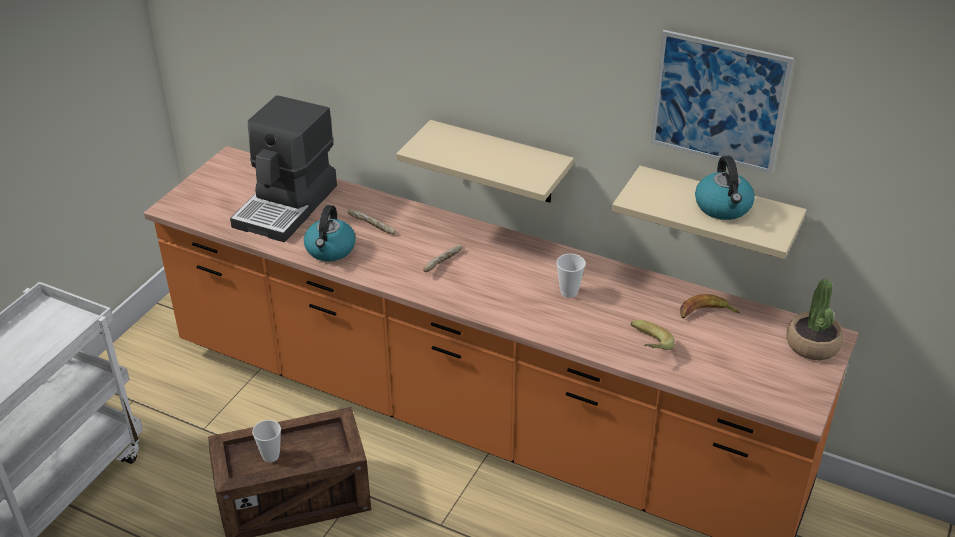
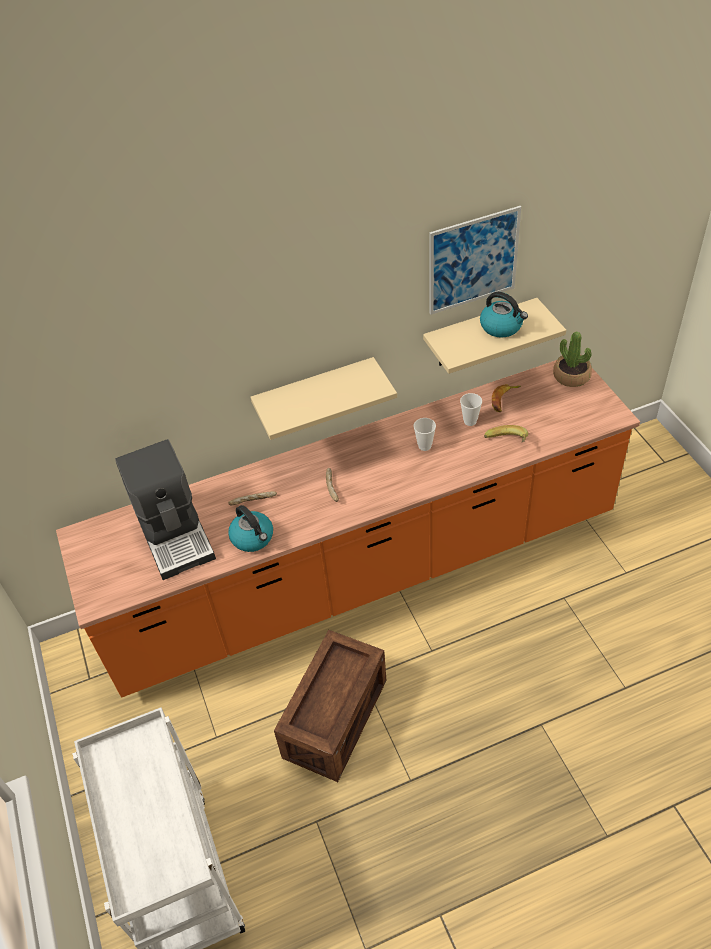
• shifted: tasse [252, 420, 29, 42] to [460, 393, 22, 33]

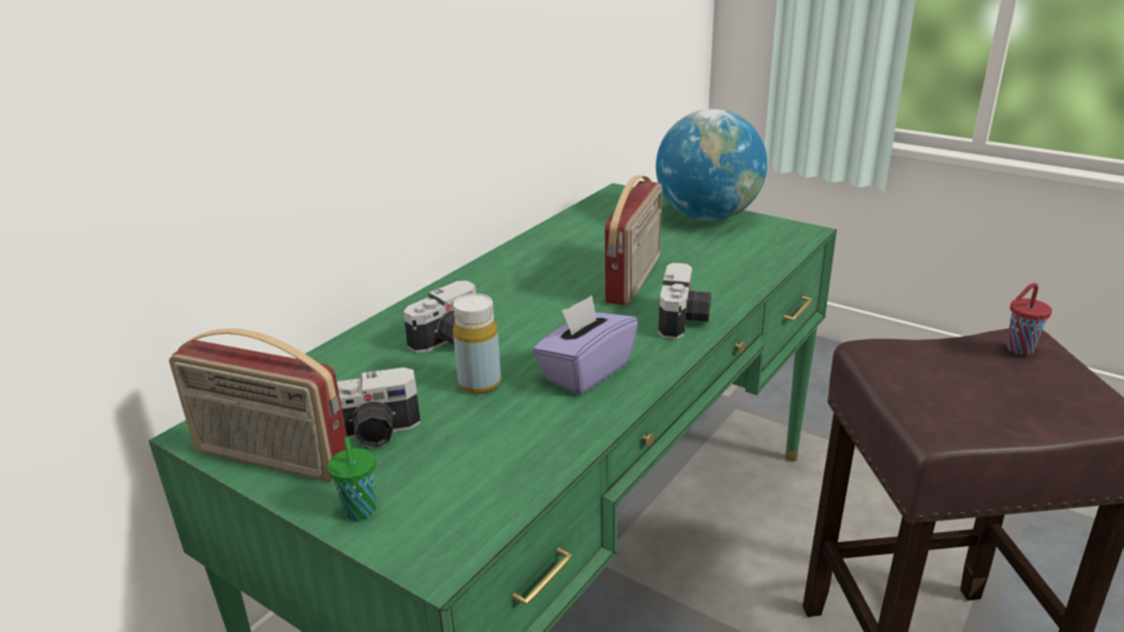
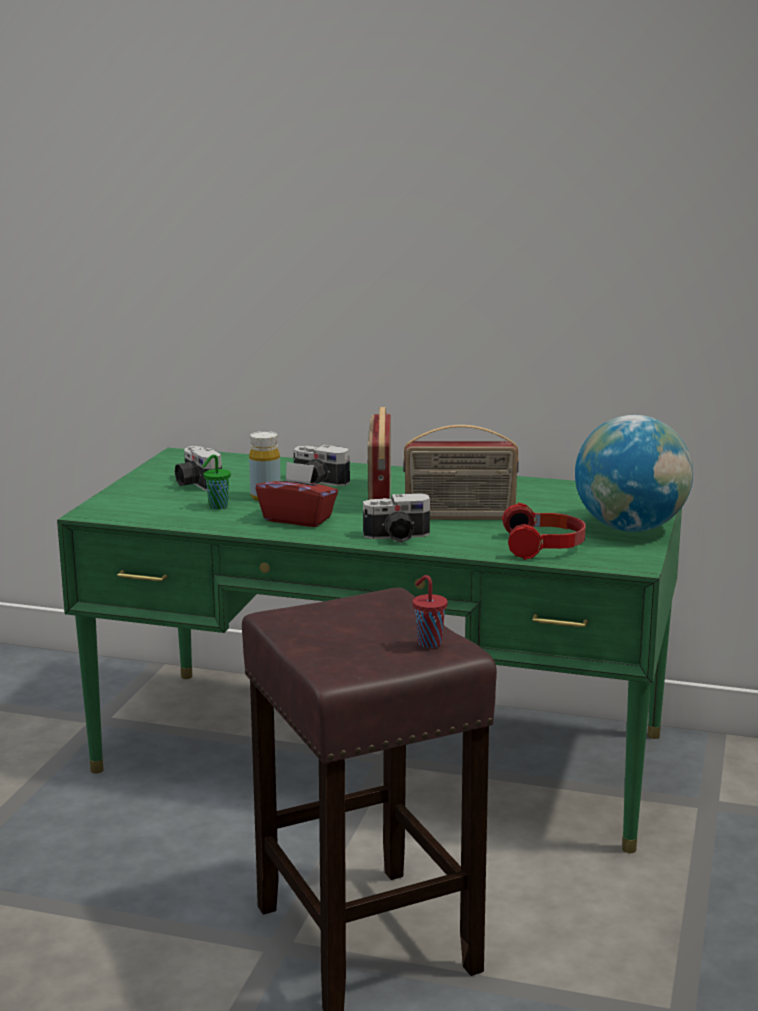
• shifted: radio [169, 328, 178, 154] to [367, 407, 24, 93]
• shifted: tasse (vert) [327, 436, 49, 85] to [202, 454, 29, 55]
• repainted: boîte à mouchoirs (violet) [532, 295, 106, 100] to boîte à mouchoirs (rouge) [256, 462, 82, 65]
• new: casque audio [502, 503, 84, 57]

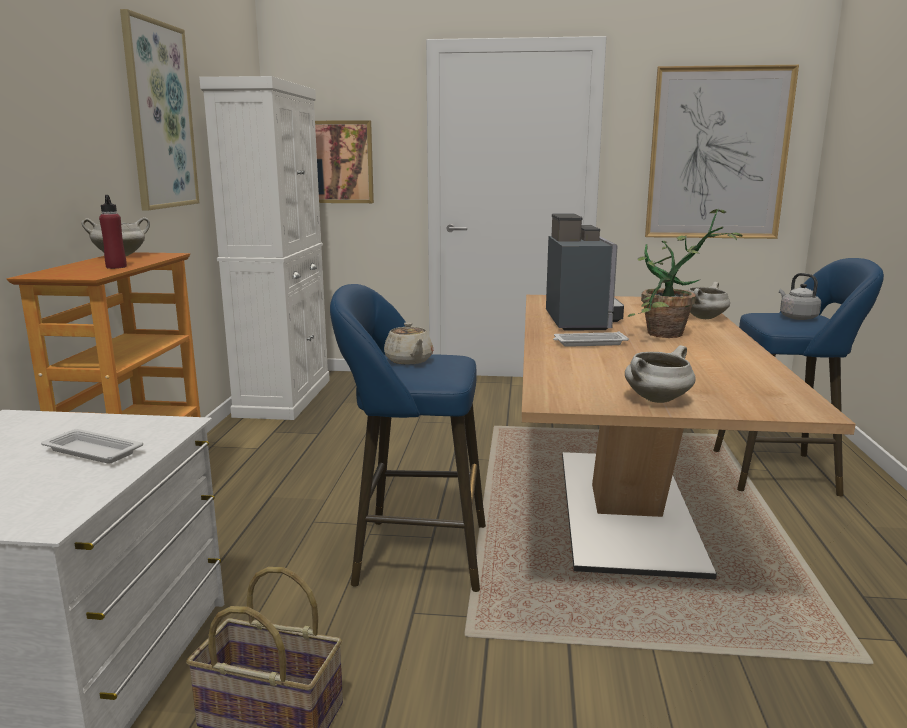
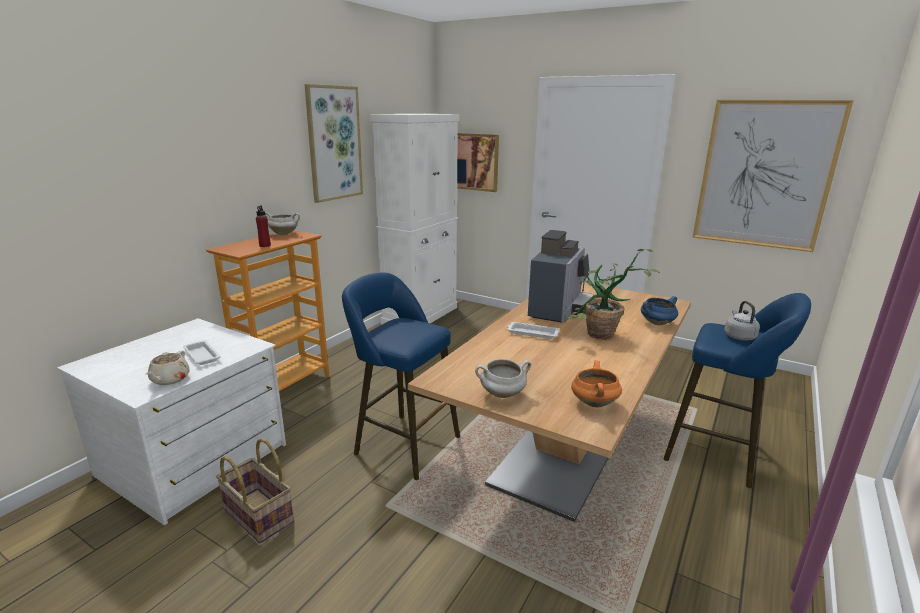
• shifted: théière (beige) [384, 322, 49, 43] to [146, 351, 44, 34]
• repainted: marmite (blanc) [688, 282, 42, 37] to marmite (bleu) [641, 296, 37, 29]
• new: marmite (orange) [571, 360, 51, 48]

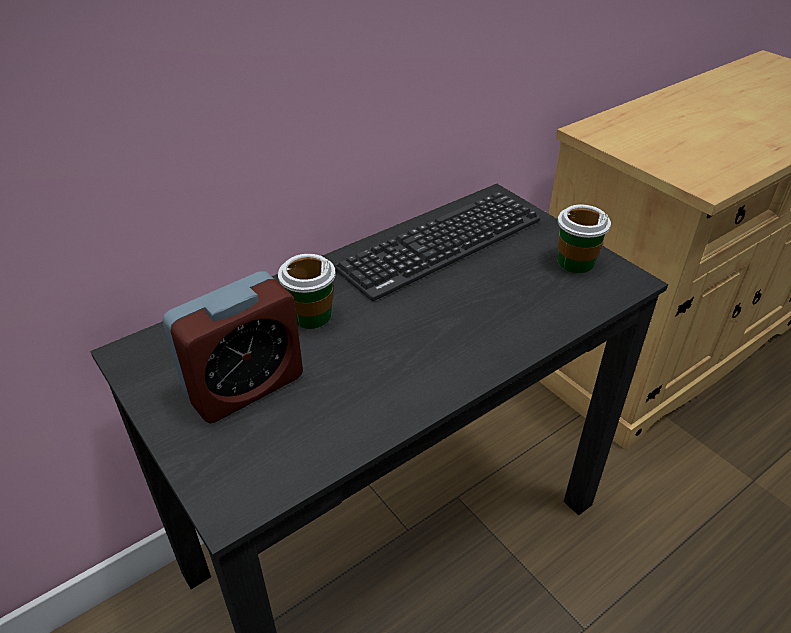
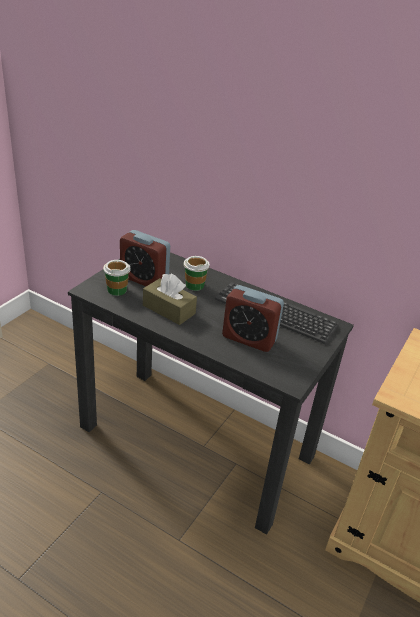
• shifted: tasse [558, 204, 53, 70] to [103, 260, 27, 36]
• new: boîte à mouchoirs (marron) [143, 274, 54, 51]
• new: réveil [222, 285, 62, 67]

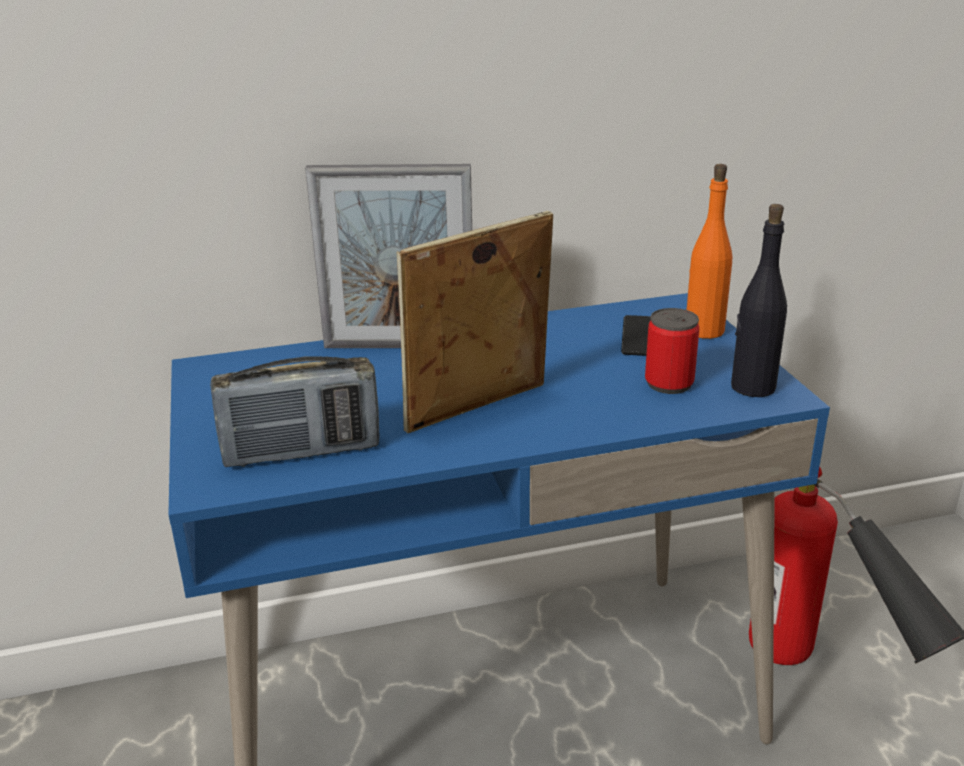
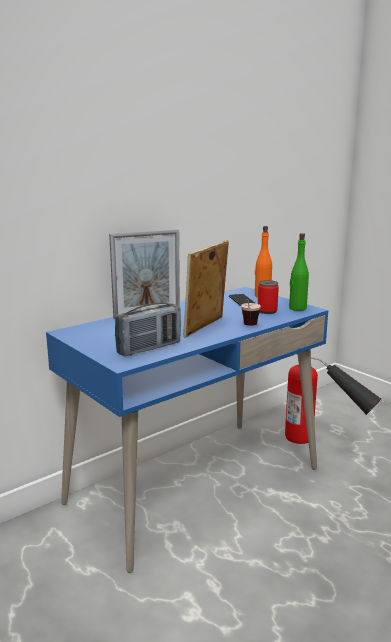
• repainted: bouteille (noir) [731, 204, 56, 193] to bouteille (vert) [289, 233, 20, 78]
• new: tasse [241, 299, 20, 27]

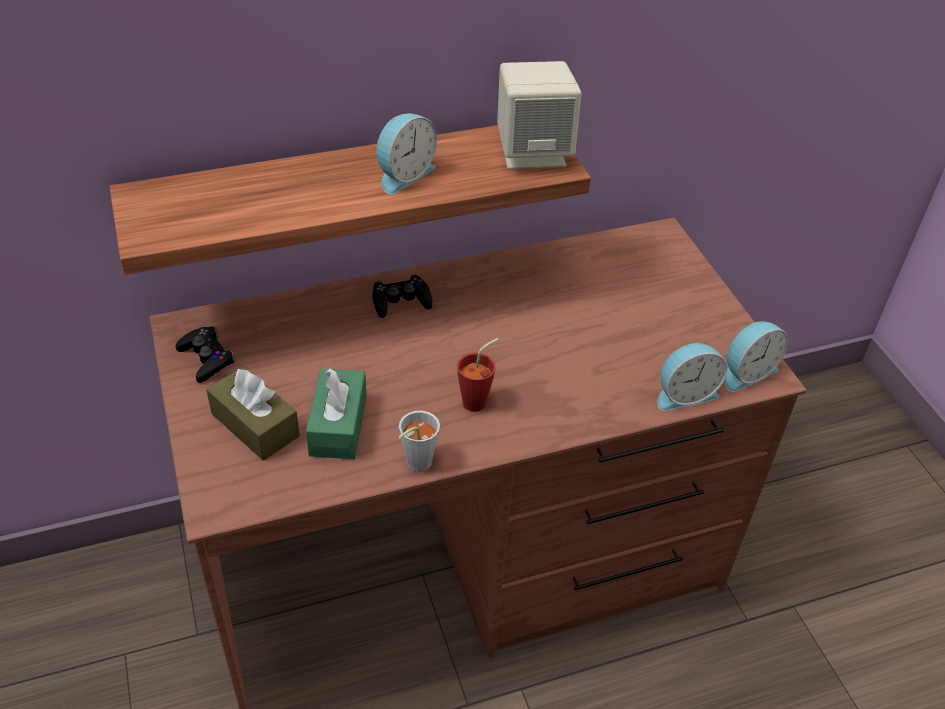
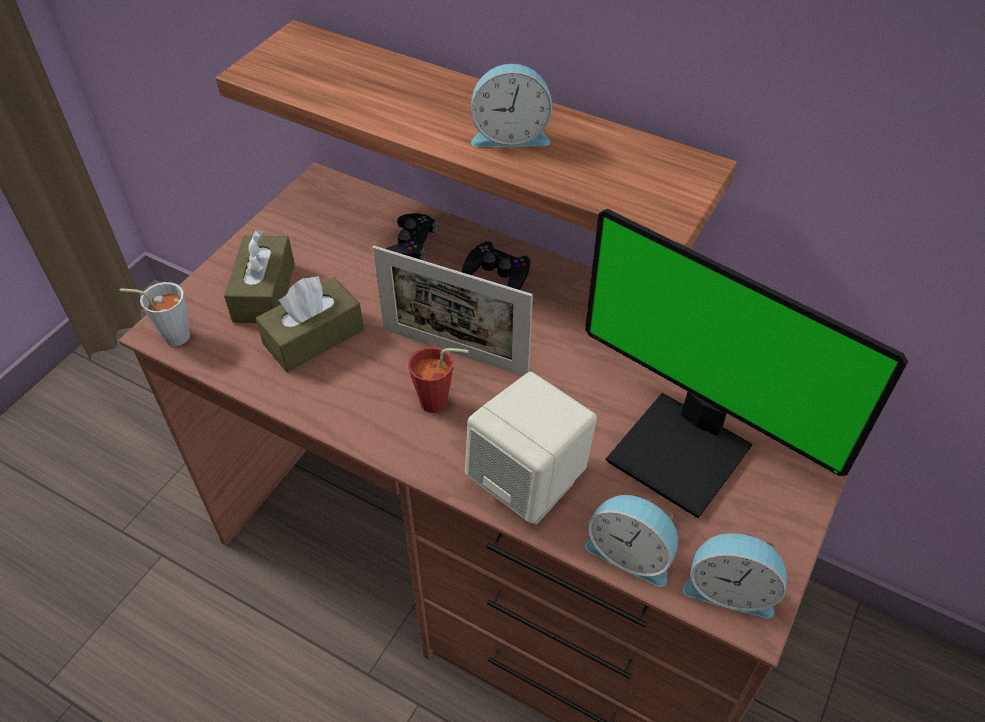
• shifted: manette (noir) [176, 327, 59, 56] to [386, 213, 51, 48]
• repainted: boîte à mouchoirs (vert) [306, 368, 61, 91] to boîte à mouchoirs (marron) [255, 275, 109, 97]
• shifted: tasse (gris) [398, 410, 42, 62] to [120, 282, 70, 64]
• shifted: enceinte (beige) [497, 61, 84, 108] to [465, 372, 132, 153]
• new: cadre photo [373, 246, 160, 130]
• new: écran d'ordinateur [585, 209, 323, 309]

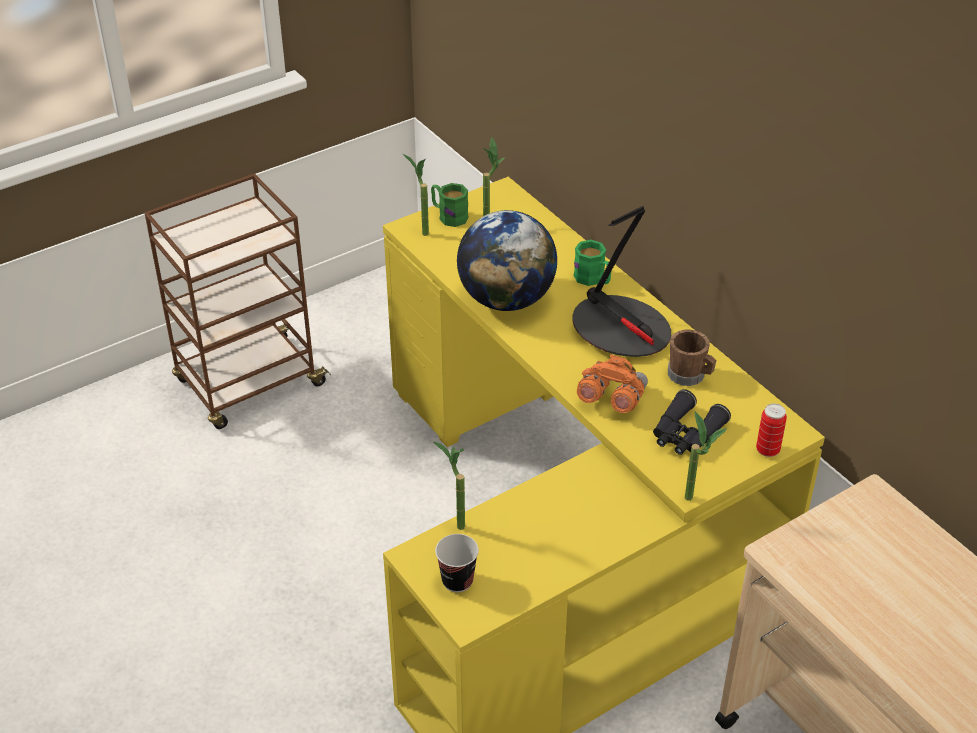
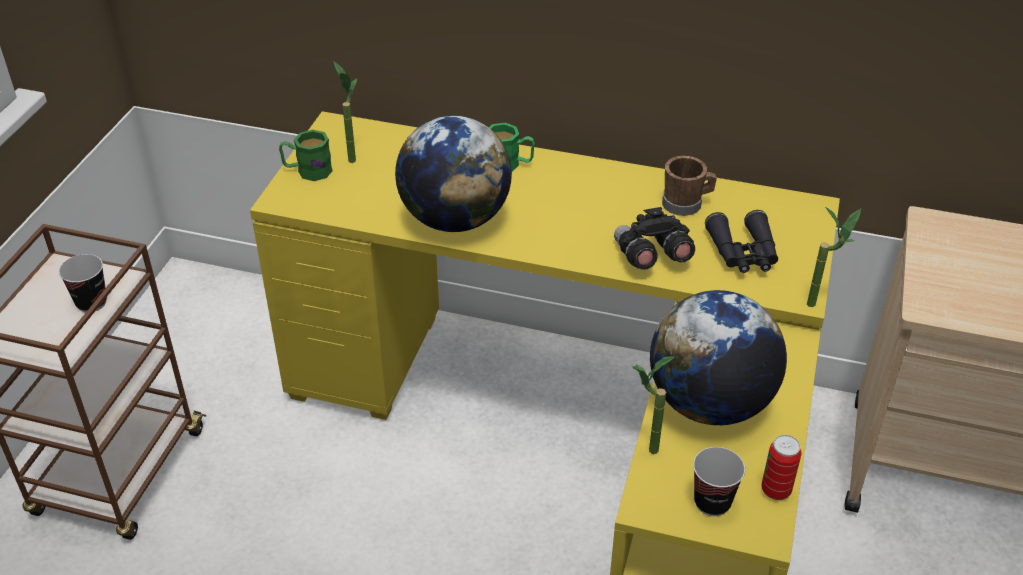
• gone: plante en pot [403, 154, 26, 82]
• gone: lampe de table [572, 206, 99, 151]
• repainted: jumelles (orange) [577, 355, 71, 58] to jumelles (noir) [614, 207, 81, 63]
• shifted: boîte métallique [756, 403, 31, 54] to [761, 435, 40, 65]
• new: tasse [59, 254, 48, 58]
• new: globe [650, 290, 137, 135]

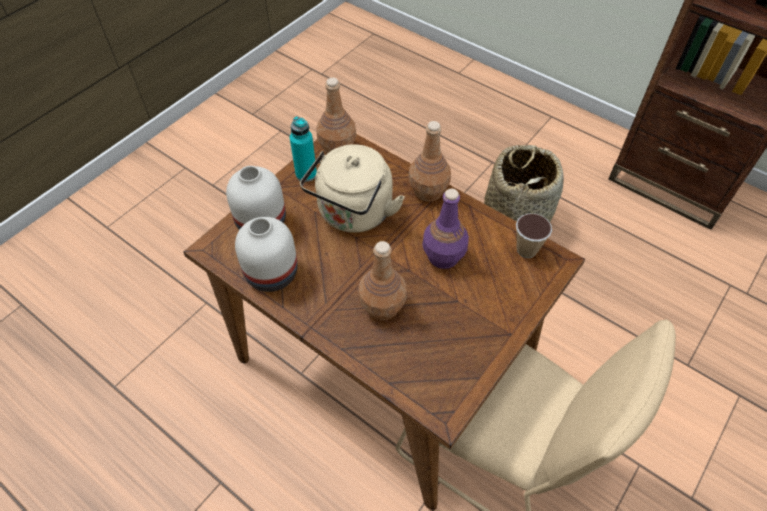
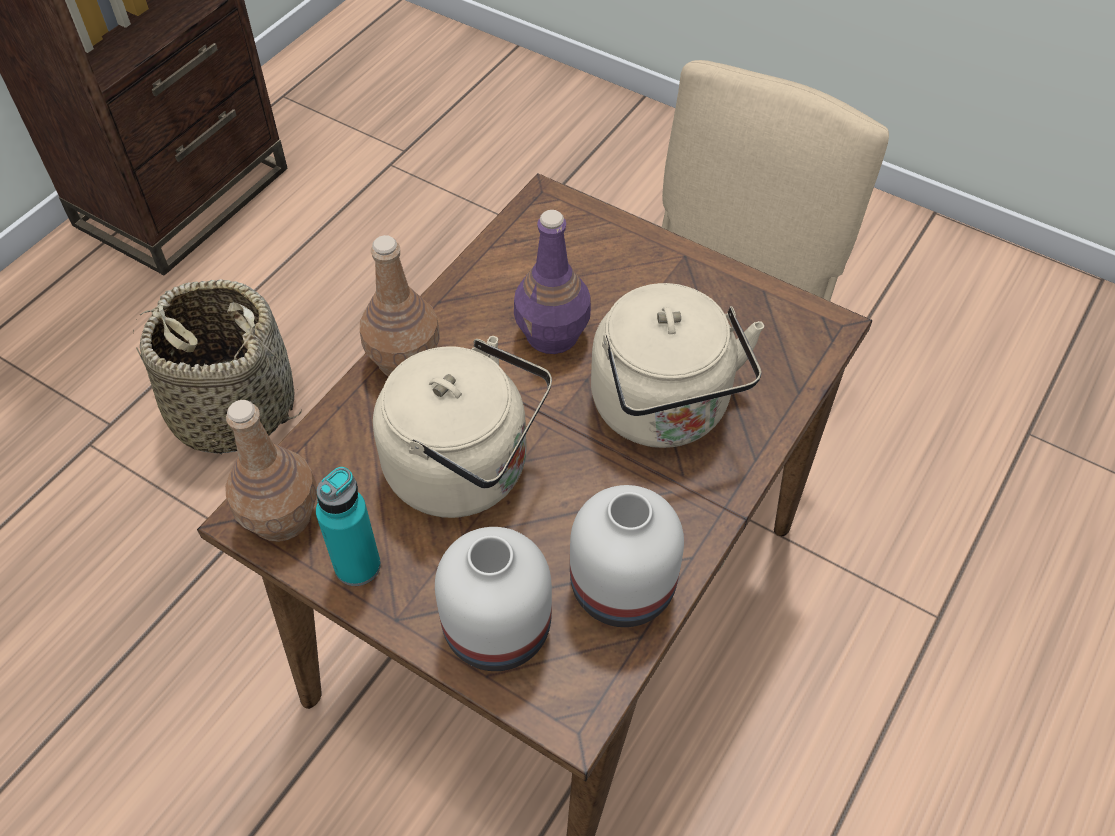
• swapped: bouteille (marron) [359, 241, 48, 79] to bouilloire (beige) [591, 283, 173, 165]
• gone: tasse [516, 213, 36, 45]

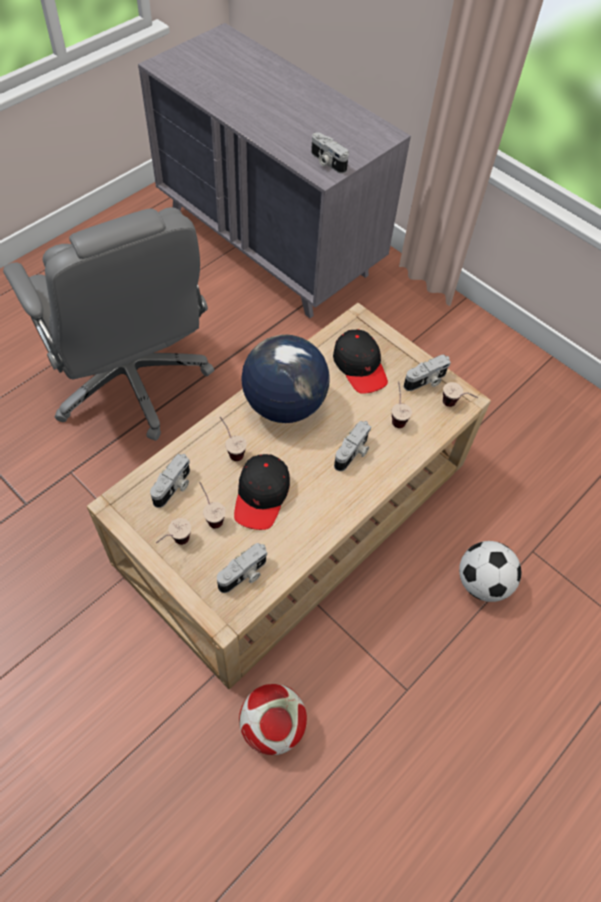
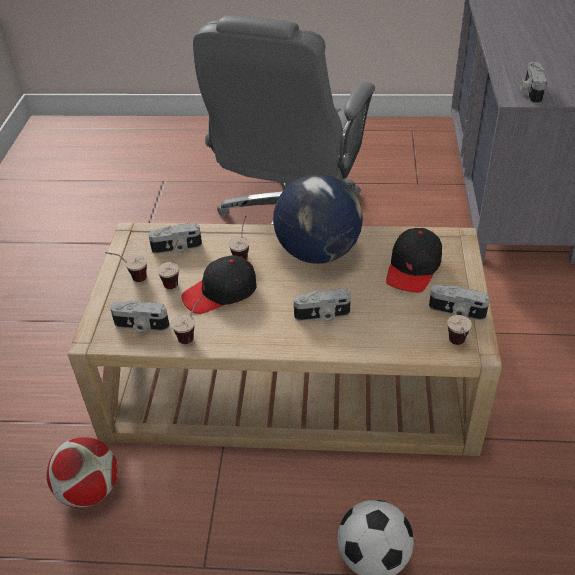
• shifted: tasse [392, 381, 20, 47] to [171, 295, 33, 49]

